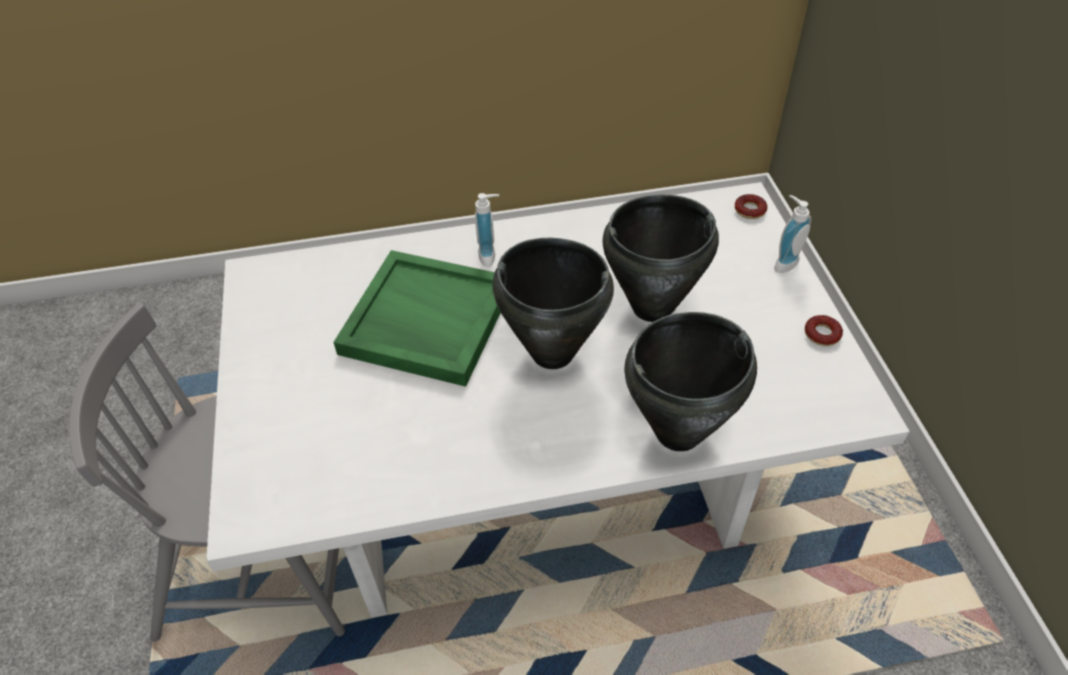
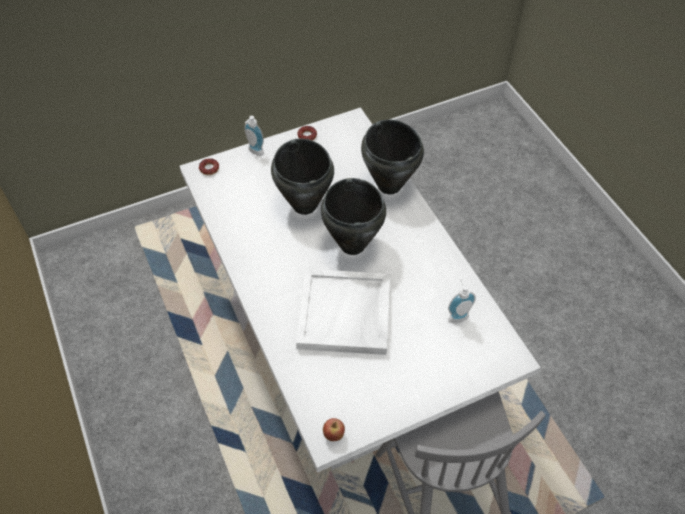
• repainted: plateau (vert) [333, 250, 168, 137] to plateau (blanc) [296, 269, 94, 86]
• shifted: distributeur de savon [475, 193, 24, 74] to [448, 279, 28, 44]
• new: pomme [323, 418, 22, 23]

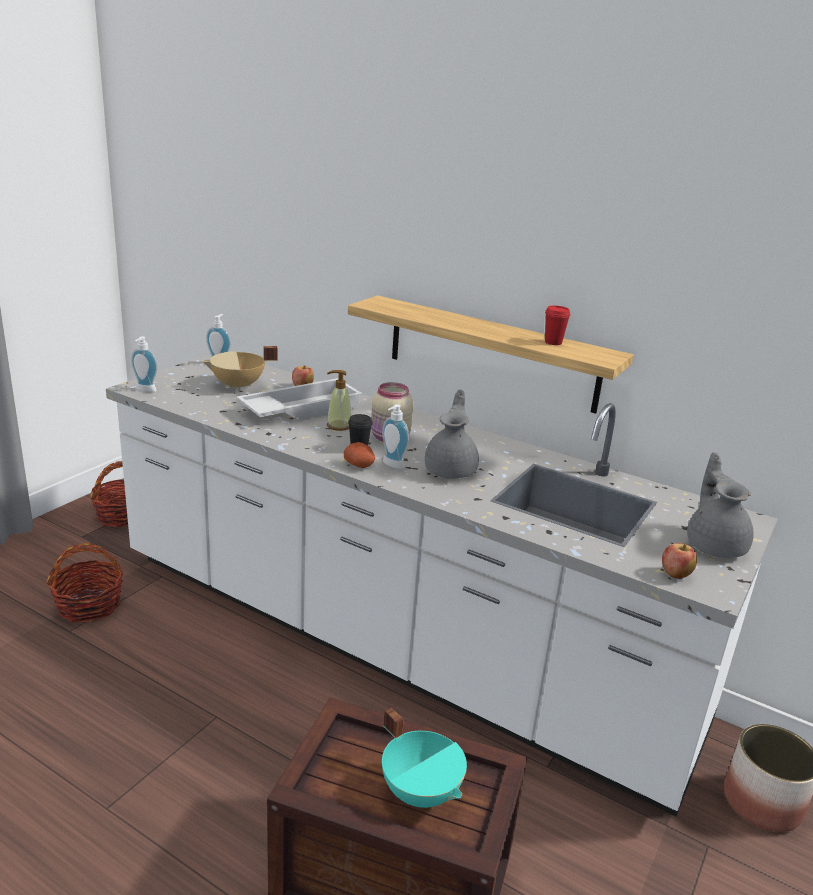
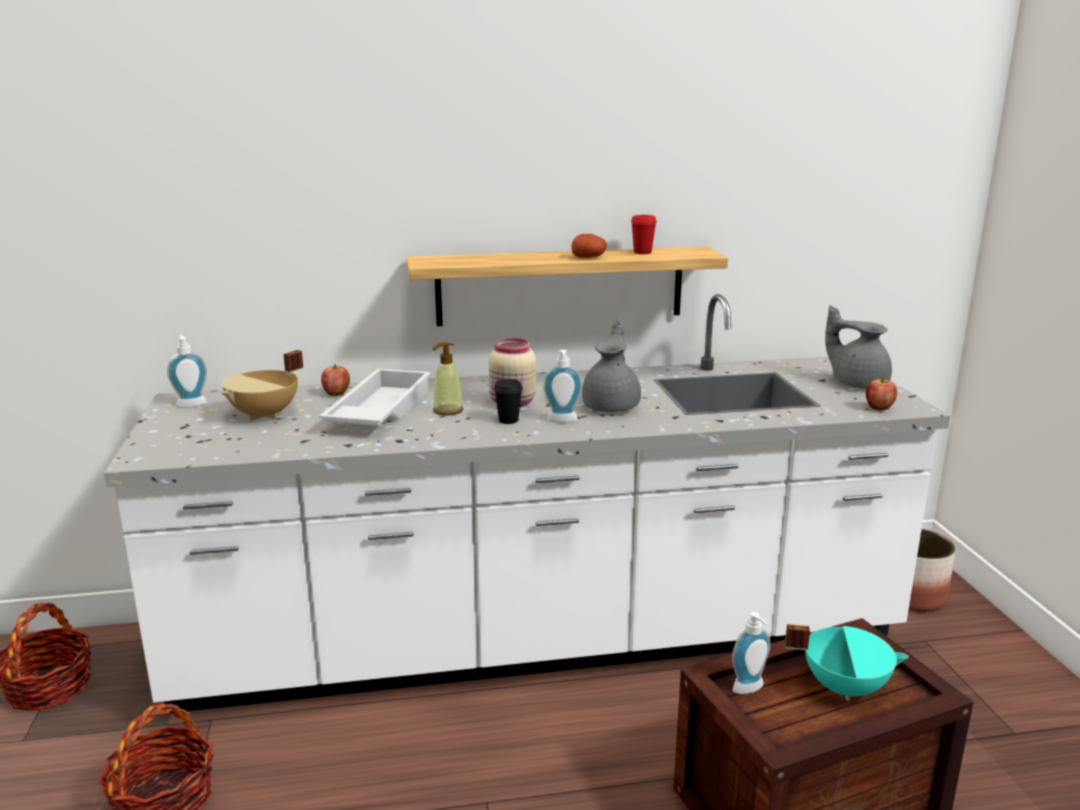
• shifted: distributeur de savon [131, 336, 26, 56] to [732, 612, 38, 82]
• shifted: pomme de terre [344, 442, 31, 26] to [571, 234, 36, 23]
• rotated: théière (gris) [425, 389, 54, 89] = [582, 319, 59, 93] 45 degrees clockwise

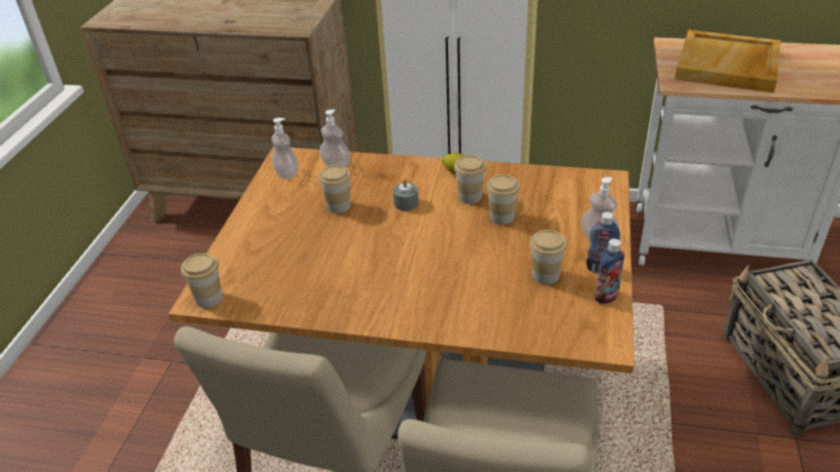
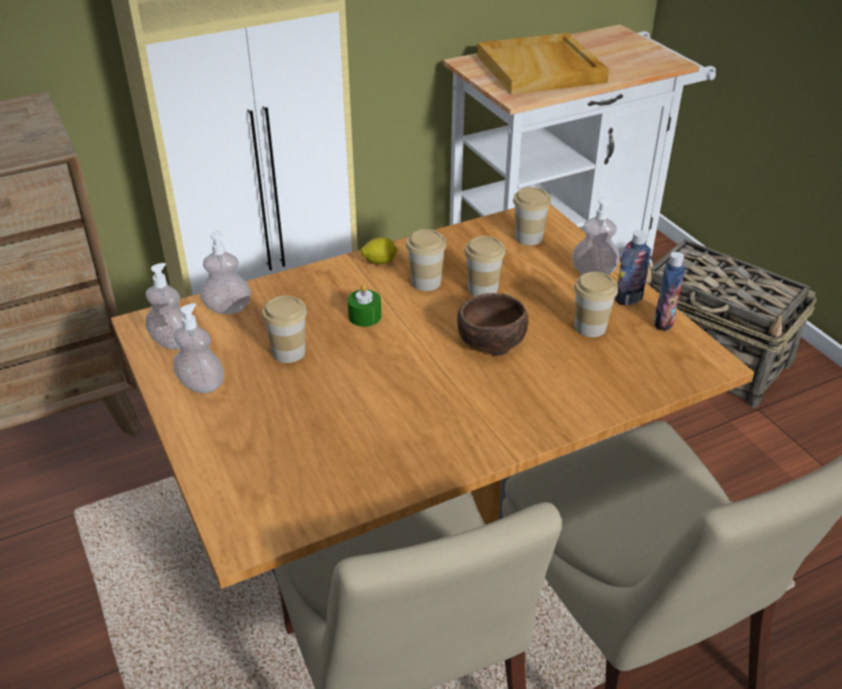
• shifted: tasse [181, 253, 42, 55] to [513, 187, 38, 58]
• repainted: bougie (gris) [393, 178, 26, 33] to bougie (vert) [348, 284, 33, 43]
• new: distributeur de savon [173, 303, 51, 90]
• new: bol (marron) [457, 293, 72, 63]

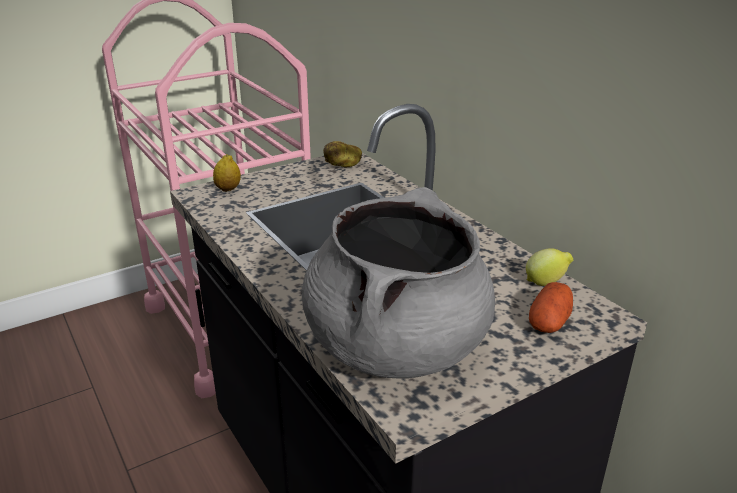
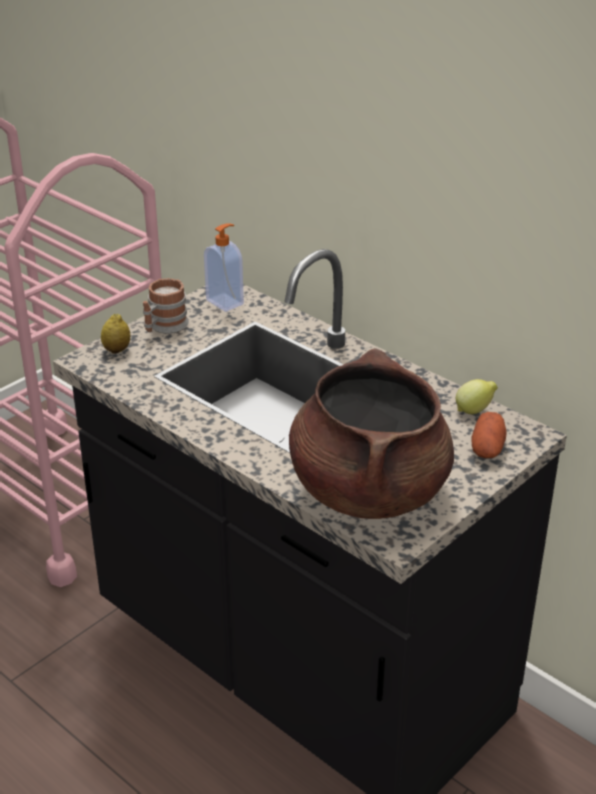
• repainted: marmite (gris) [301, 187, 194, 192] to marmite (marron) [289, 348, 165, 171]
• swapped: pomme de terre [323, 141, 39, 26] to distributeur de savon [204, 223, 40, 89]
• new: mug [143, 278, 46, 55]

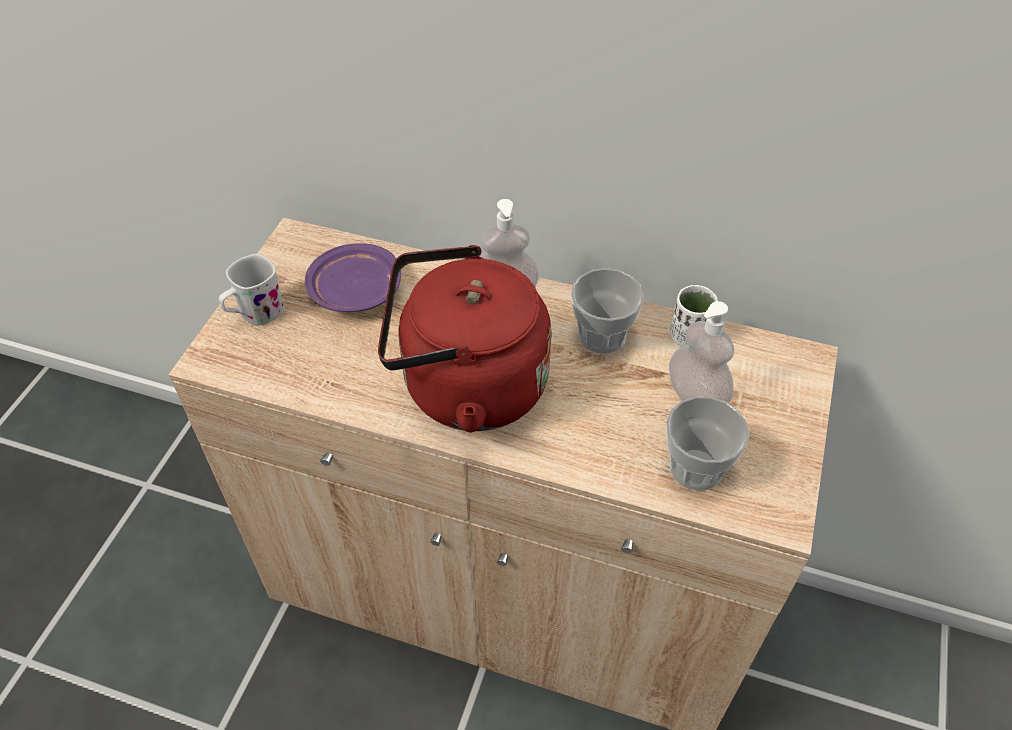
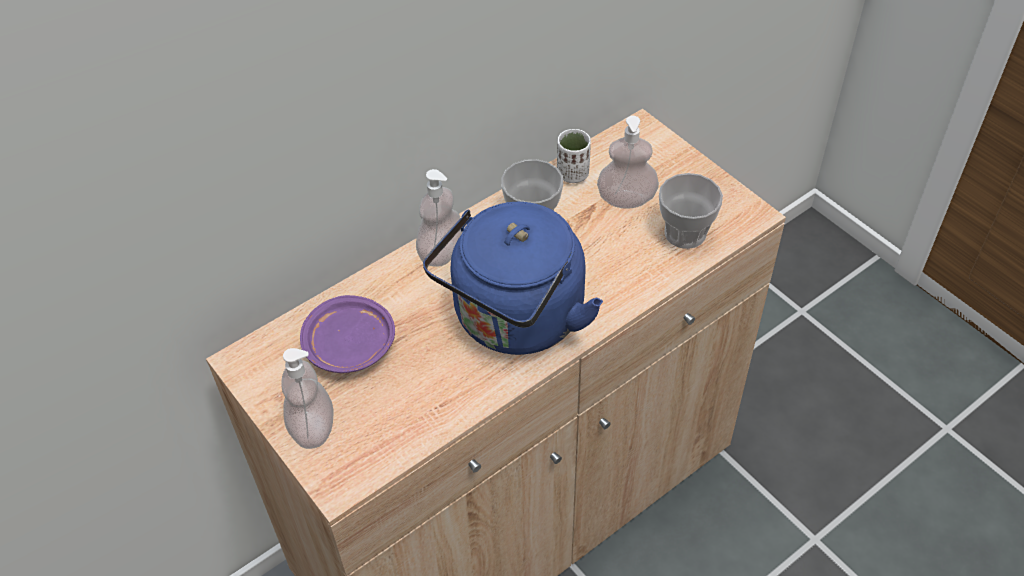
• swapped: mug (blanc) [219, 254, 66, 72] to distributeur de savon [281, 348, 52, 101]
• repainted: bouilloire (rouge) [378, 245, 174, 188] to bouilloire (bleu) [423, 202, 180, 153]

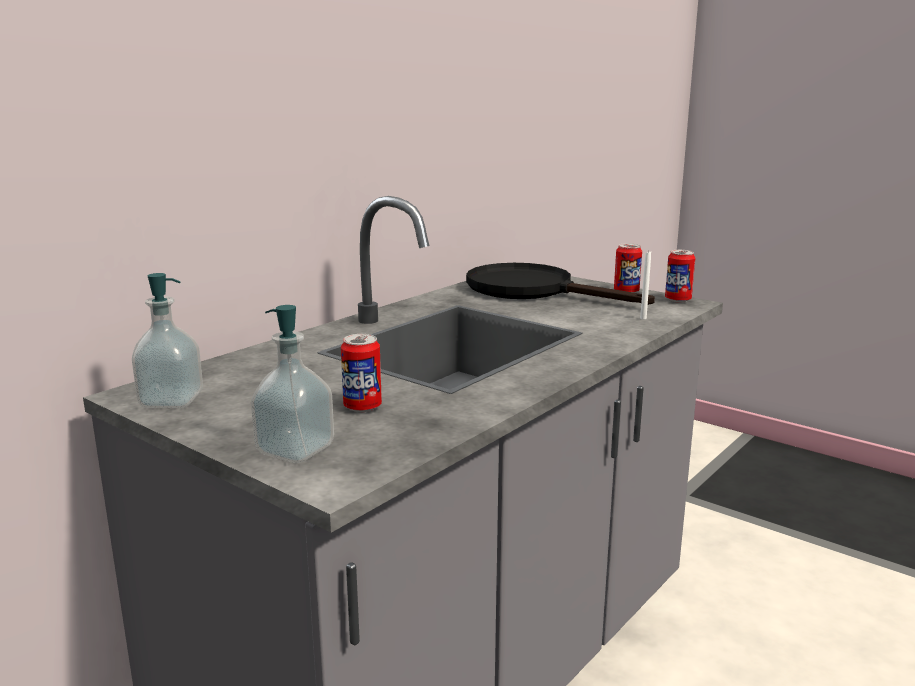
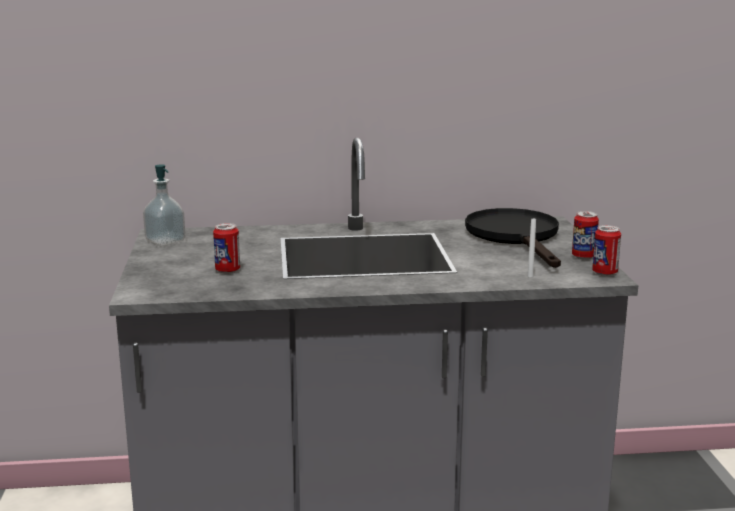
• gone: distributeur de savon [251, 305, 83, 158]

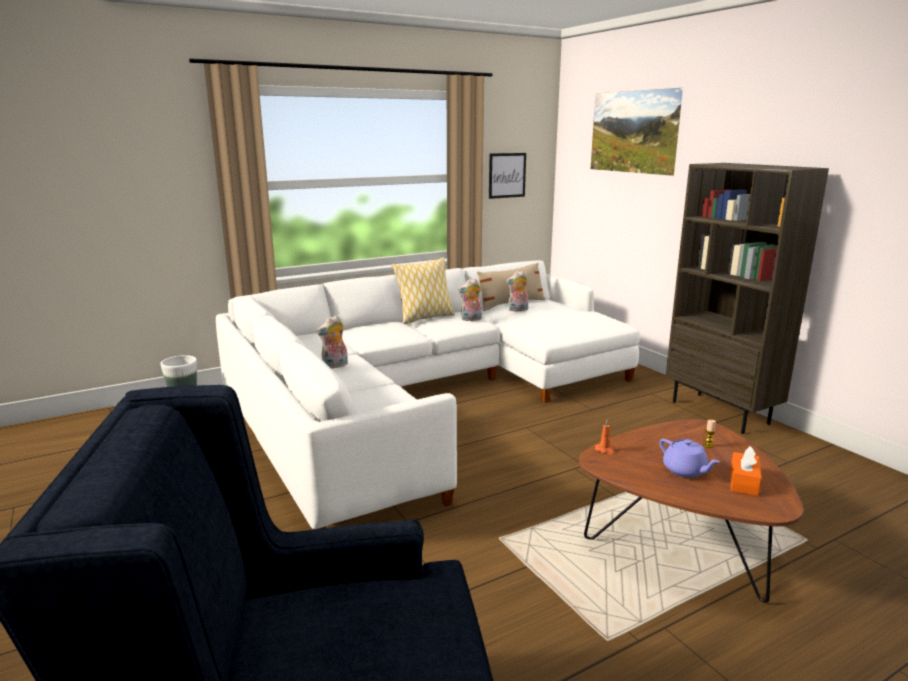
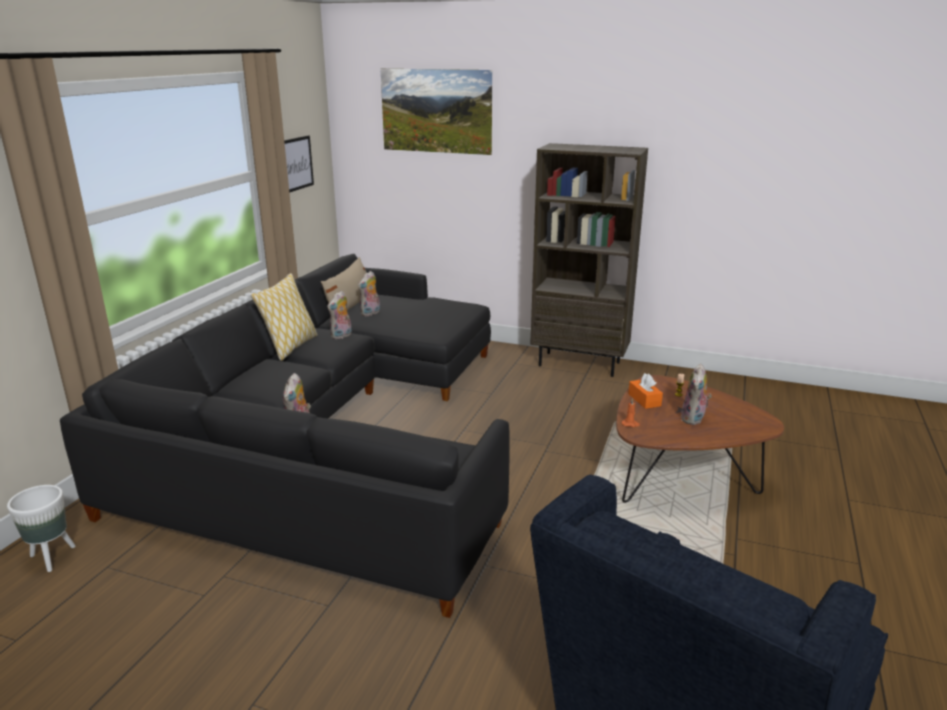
• repainted: canapé (blanc) [216, 260, 424, 270] to canapé (noir) [60, 254, 450, 364]
• swapped: théière (violet) [660, 439, 60, 39] to peluche [681, 363, 31, 62]
• shifted: boîte à mouchoirs (orange) [731, 446, 30, 50] to [628, 373, 35, 36]

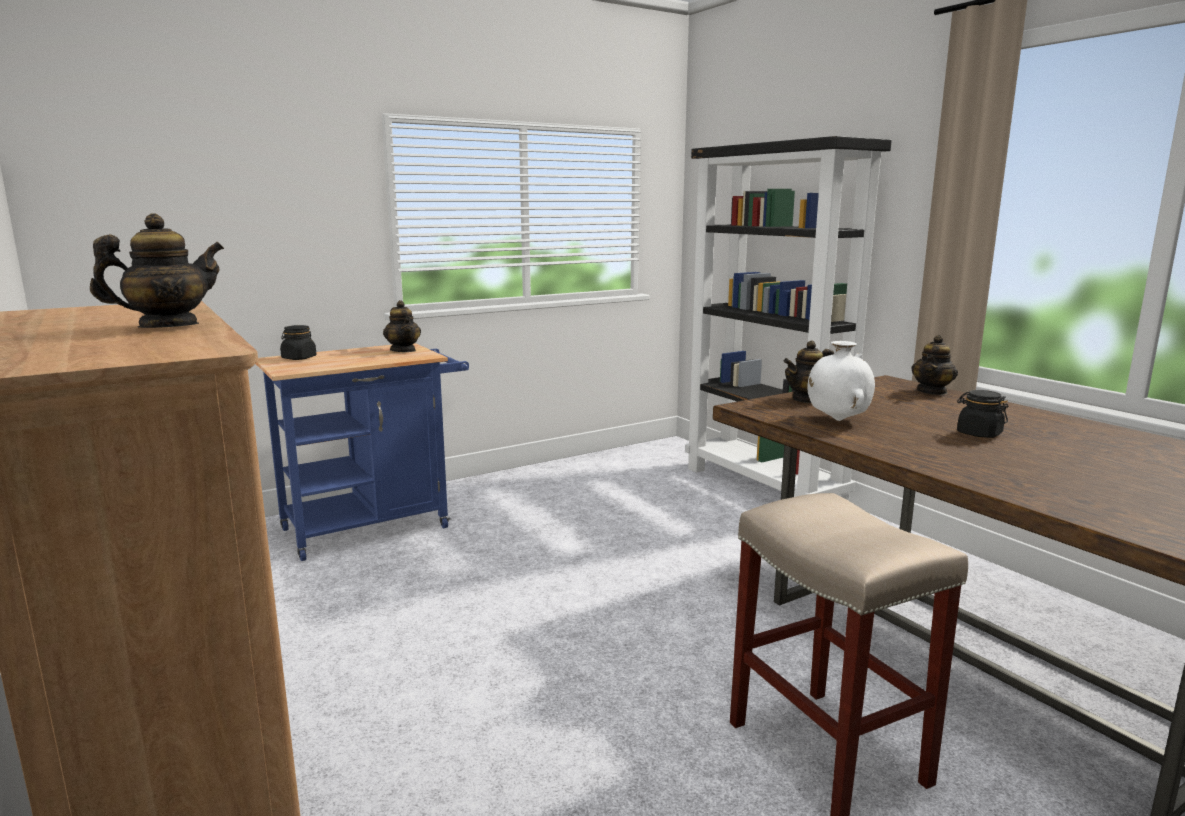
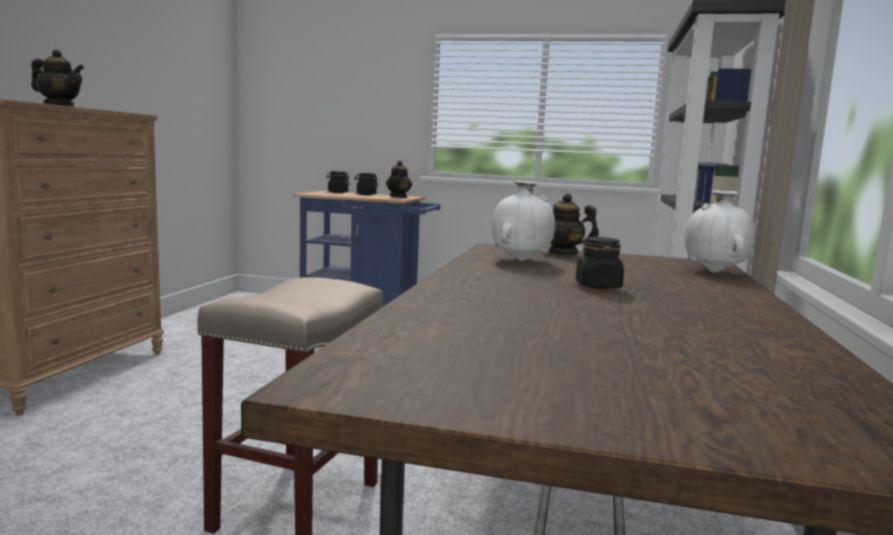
• swapped: théière [911, 335, 47, 60] to vase (blanc) [685, 191, 70, 81]
• new: bocal (noir) [355, 173, 23, 22]

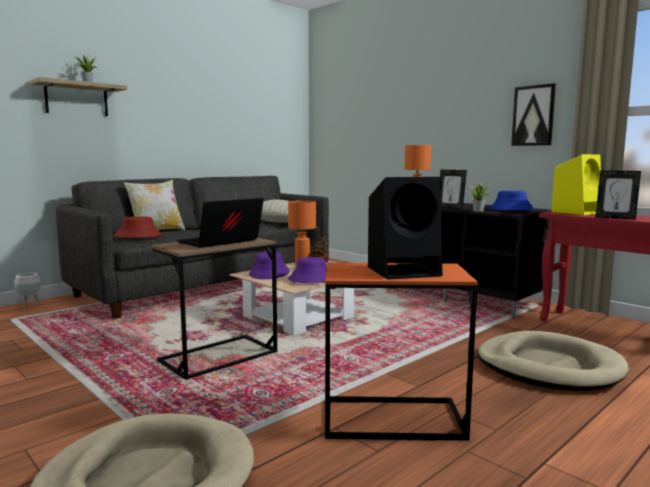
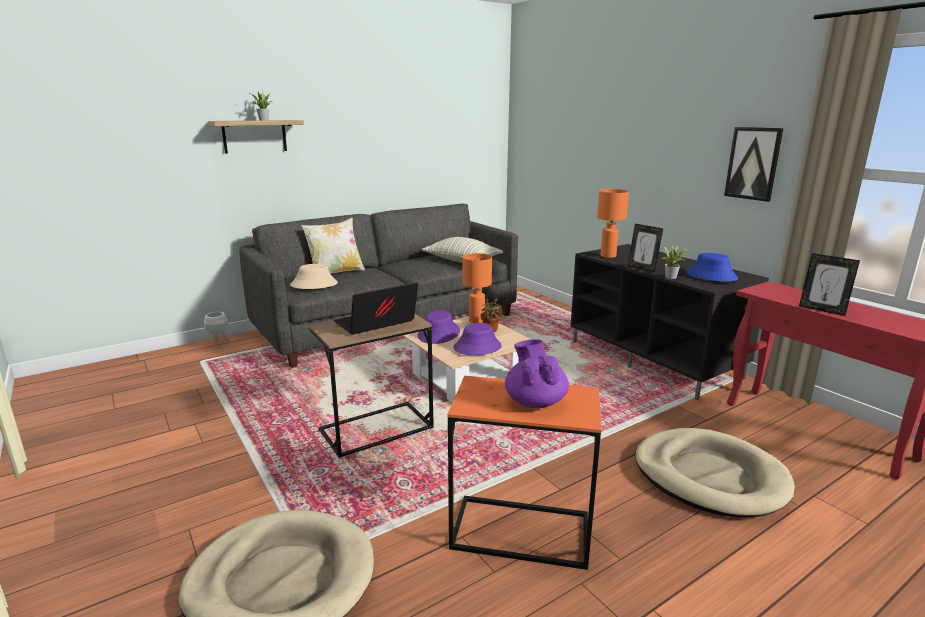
• repainted: chapeau (rouge) [114, 216, 48, 22] to chapeau (beige) [290, 264, 48, 25]
• swapped: enceinte (noir) [368, 177, 74, 103] to théière (violet) [505, 339, 64, 69]
• gone: enceinte (jaune) [551, 154, 50, 61]

